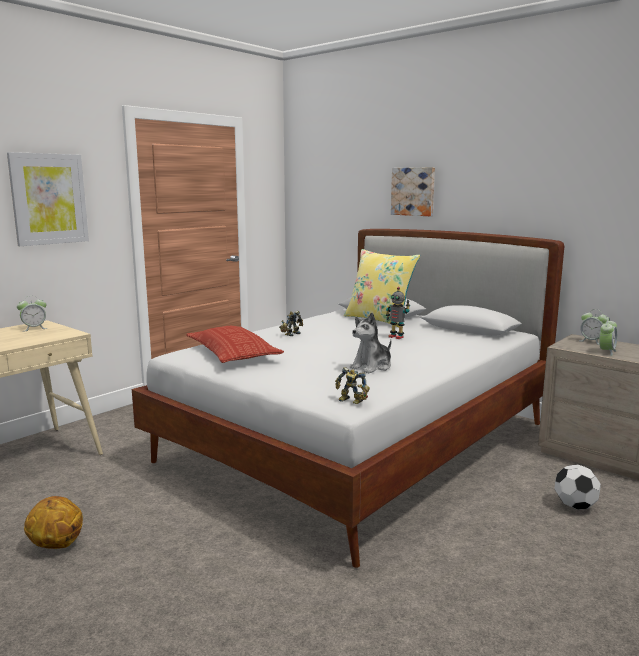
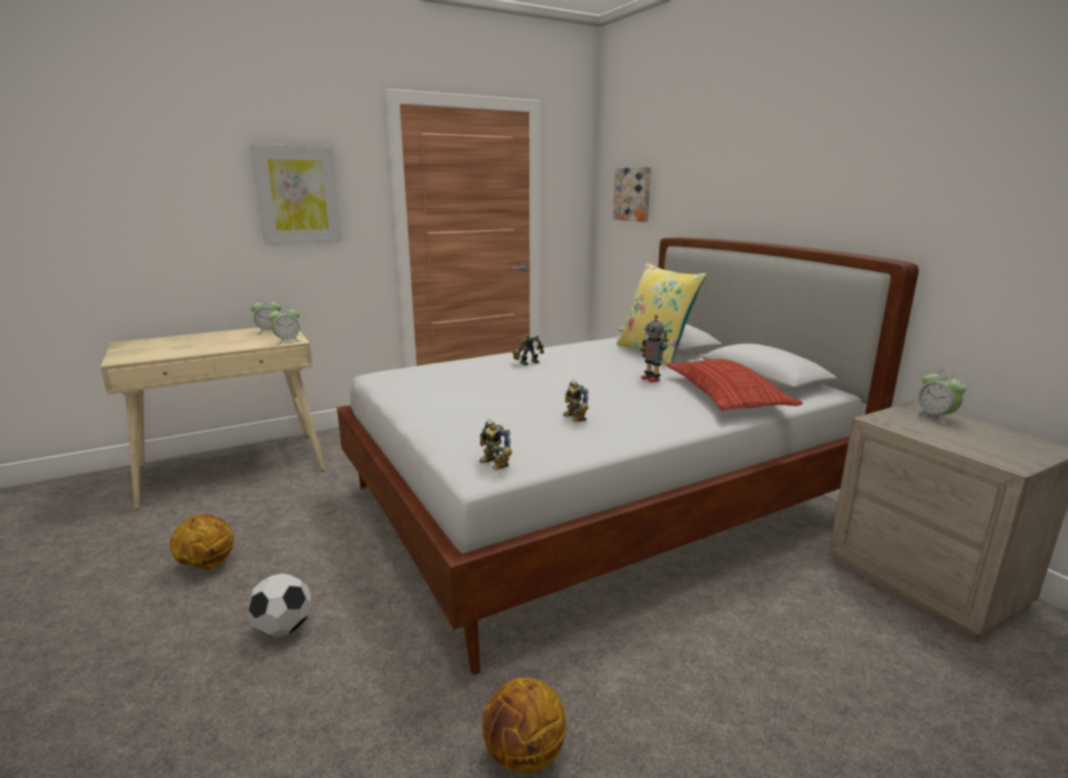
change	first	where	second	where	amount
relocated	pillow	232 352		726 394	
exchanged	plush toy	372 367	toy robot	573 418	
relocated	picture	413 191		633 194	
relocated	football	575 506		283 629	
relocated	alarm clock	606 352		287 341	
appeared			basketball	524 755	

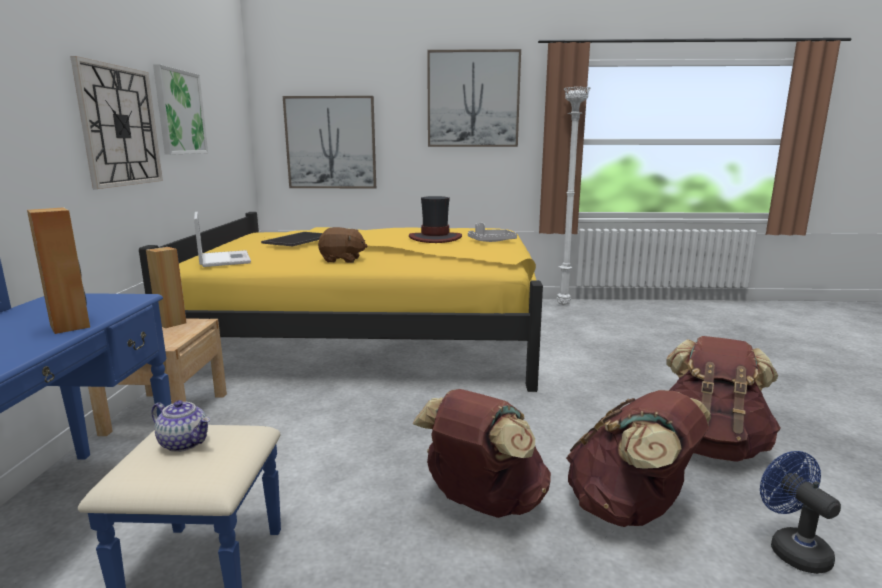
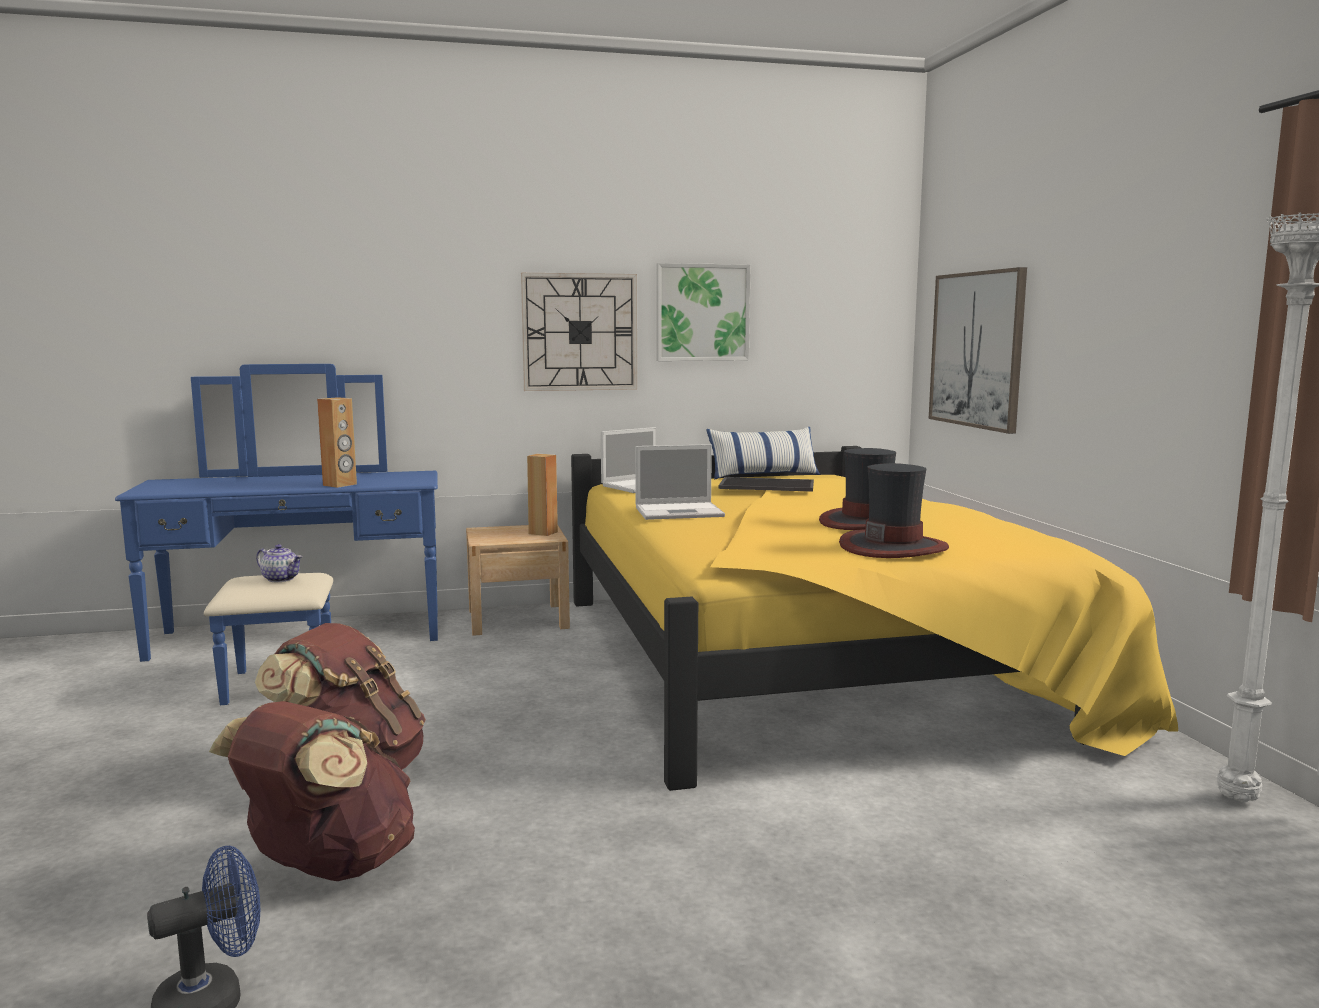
change	first	where	second	where	amount
spun	teapot	185 443		281 579	75 degrees counterclockwise
exchanged	plush toy (brown)	342 260	laptop	680 512	
missing	picture	473 99			
exchanged	tray (grey)	491 241	hat	893 547	
missing	backpack (brown)	710 446			
appeared			pillow	763 475	

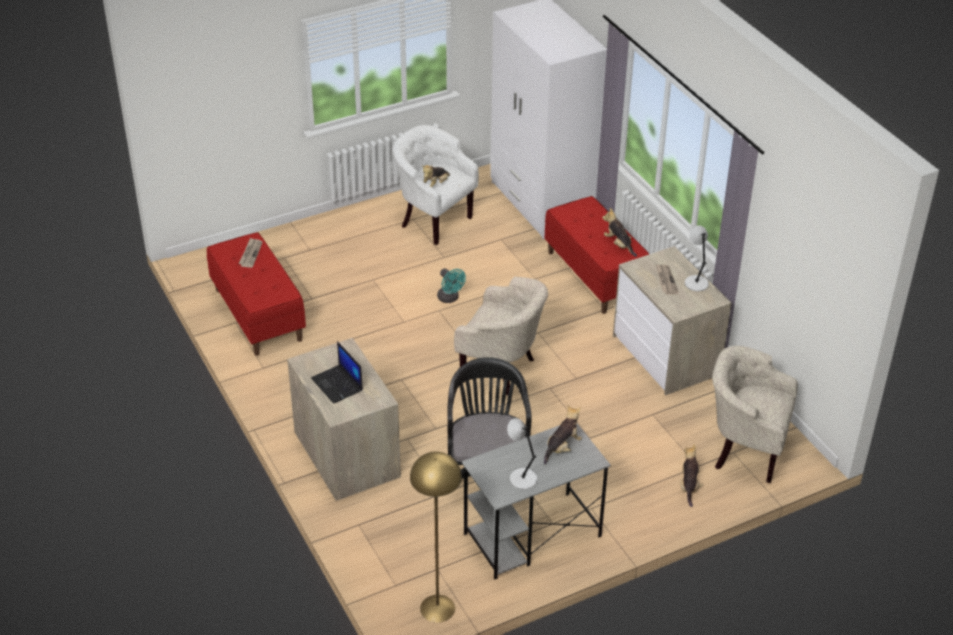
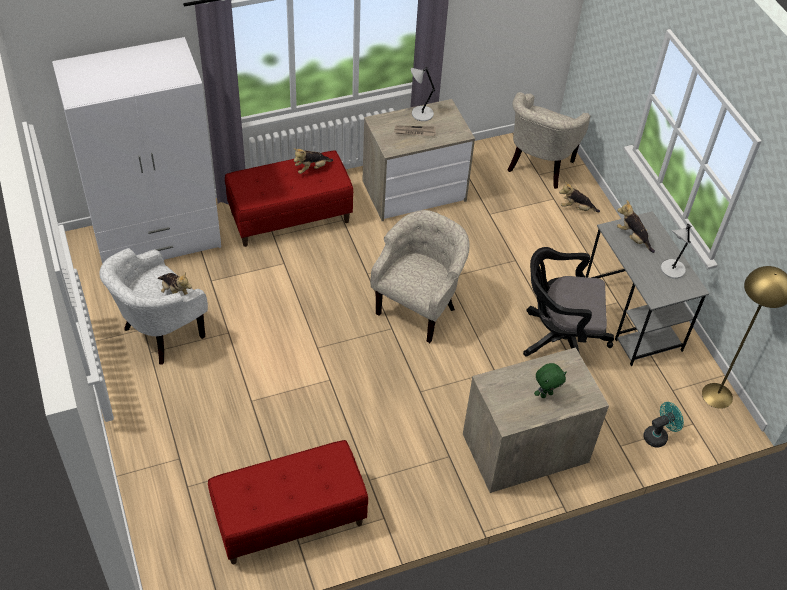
change	first	where	second	where	amount
missing	newspaper	250 254			
exchanged	laptop	338 384	plush toy (green)	546 394	
relocated	fan (turquoise)	450 298		658 435	

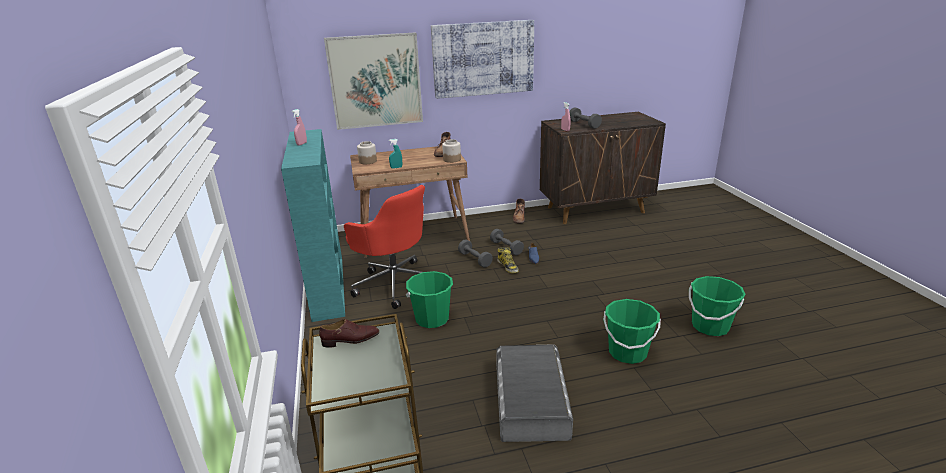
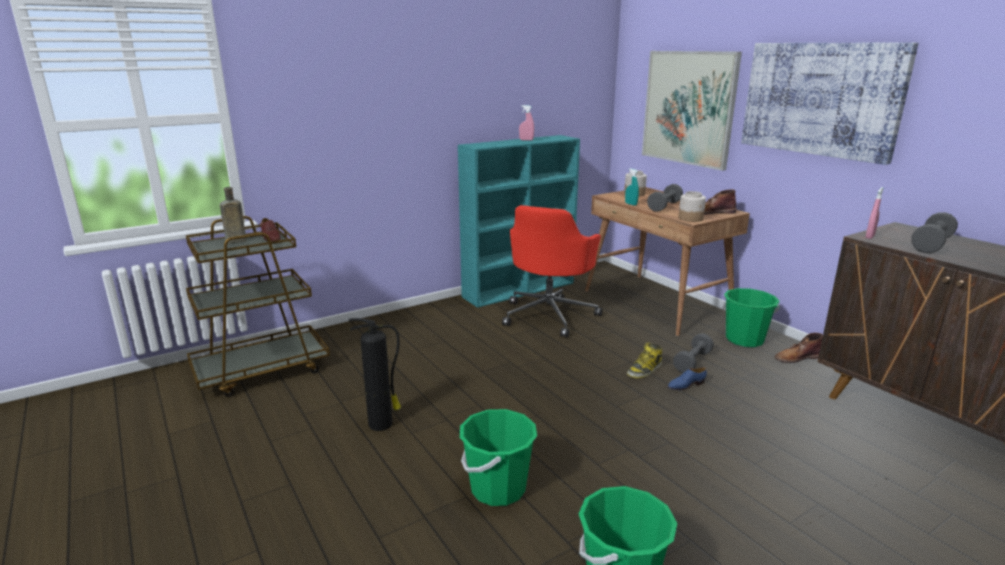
change	first	where	second	where	amount
relocated	bucket (green)	432 319		744 339	
relocated	dumbbell (grey)	475 259		664 206	
exchanged	storage box (grey)	531 400	fire extinguisher	382 424	
appeared			bottle (brown)	234 241	

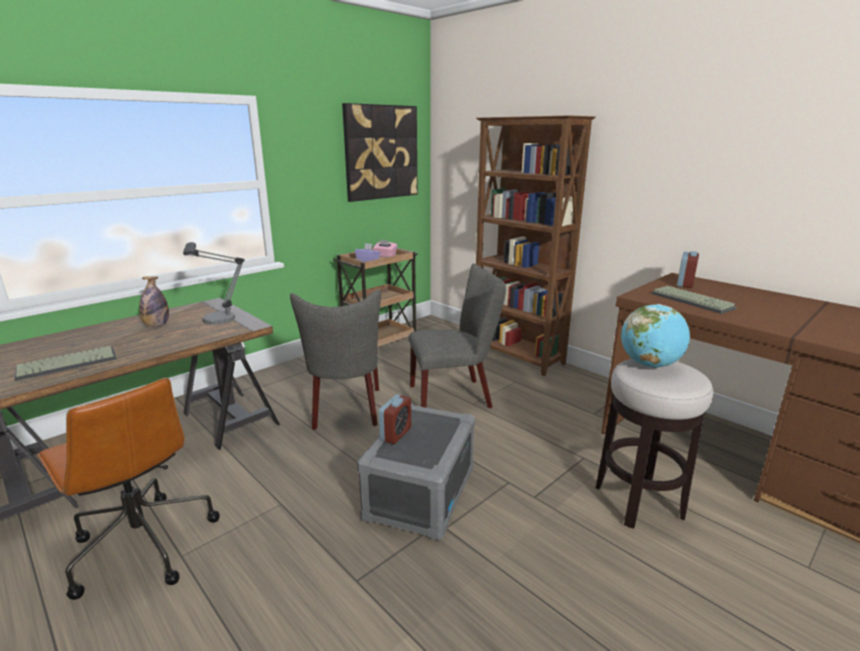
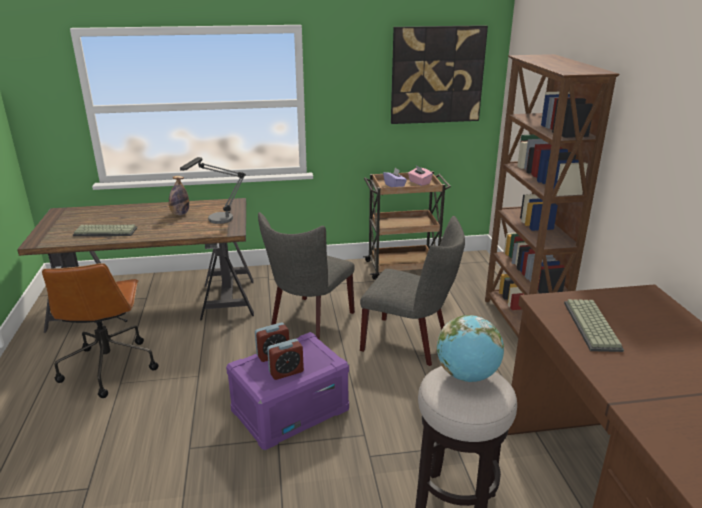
change	first	where	second	where	amount
colour	storage box (grey)	420 492	storage box (purple)	290 410	
relocated	alarm clock	685 284		286 372	

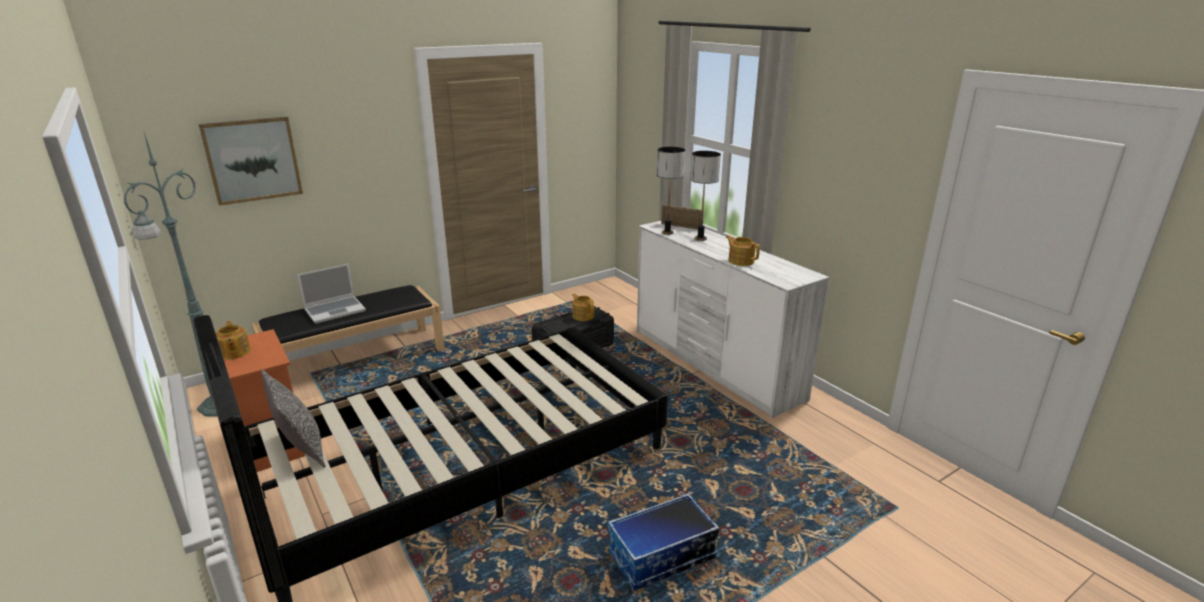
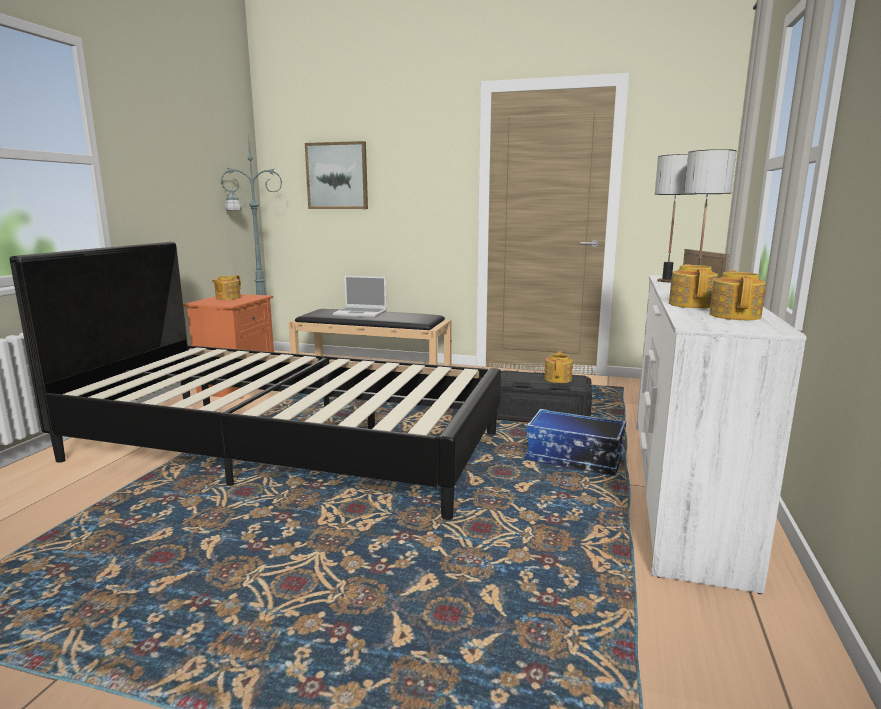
change	first	where	second	where	amount
missing	pillow	301 449			
relocated	storage box	661 557		573 459	
appeared			teapot	735 315	

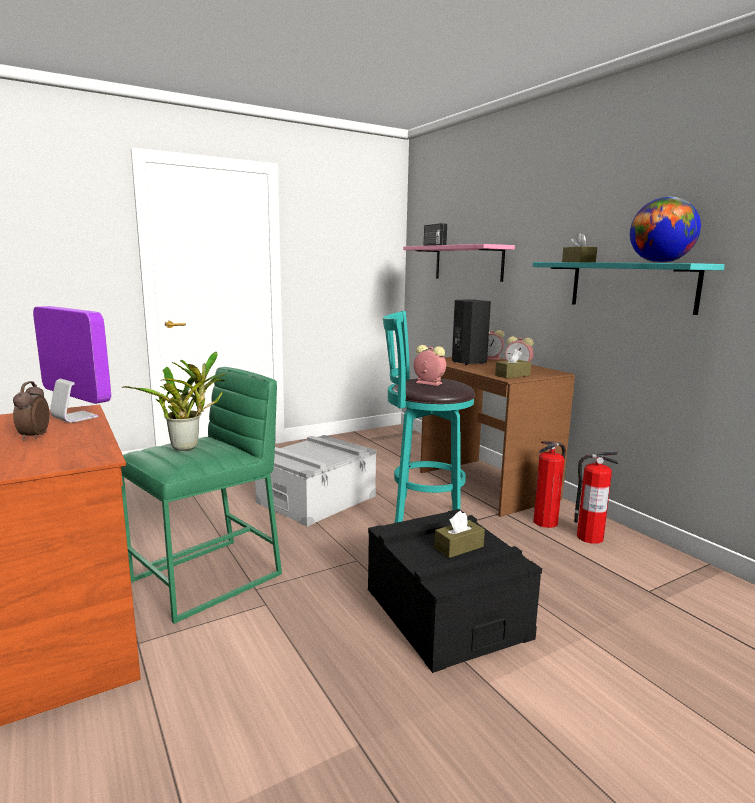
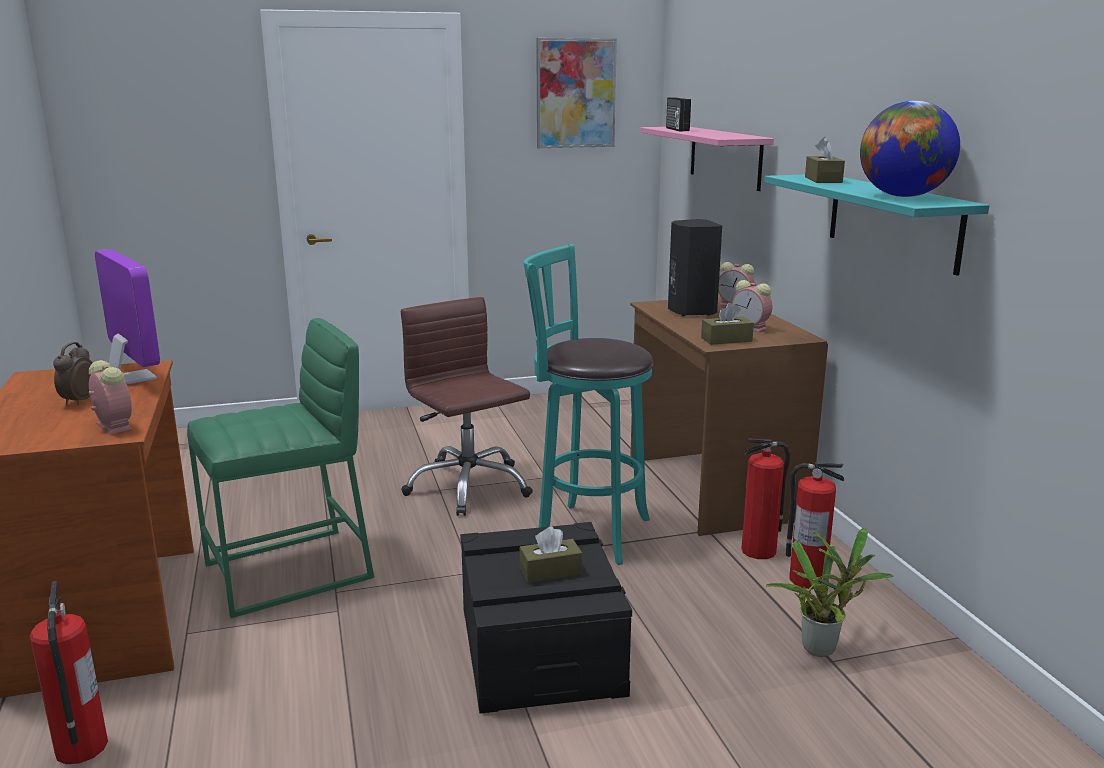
change	first	where	second	where	amount
relocated	potted plant	189 446		822 648	
exchanged	storage box (grey)	316 499	office chair (brown)	468 486	
relocated	alarm clock	427 383		113 426	
appeared			fire extinguisher	81 748	
appeared			picture	575 93	

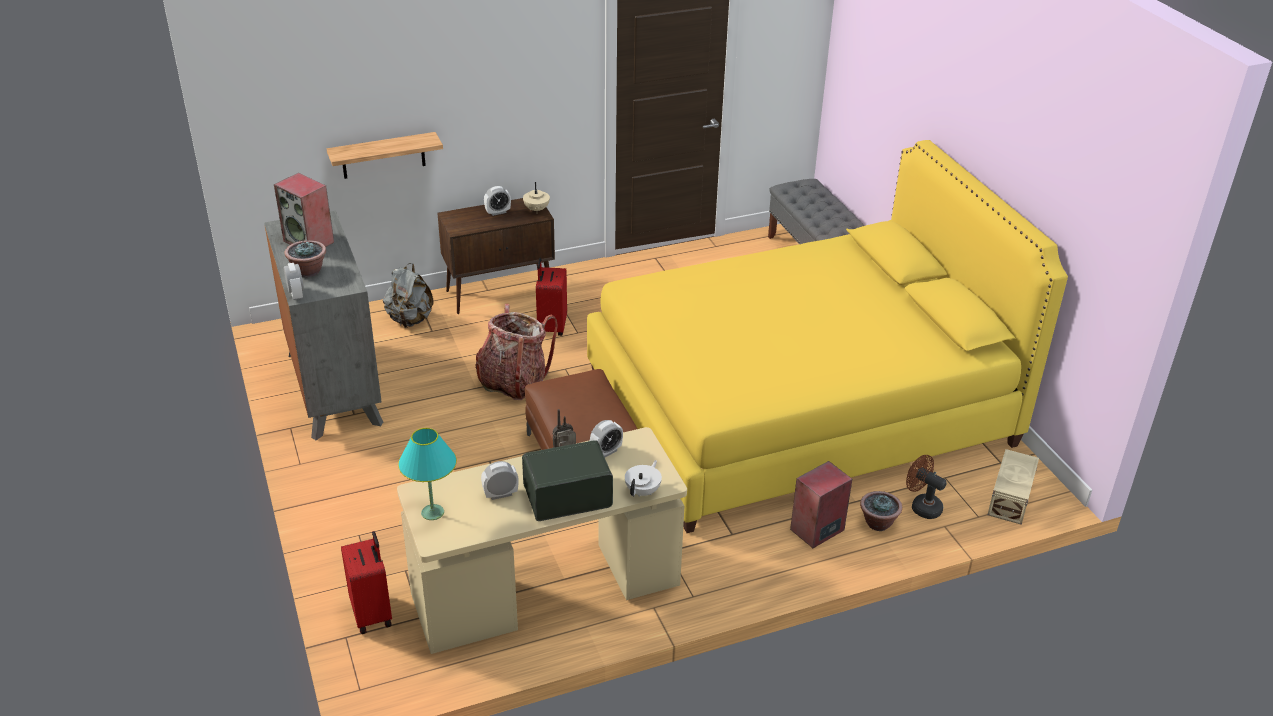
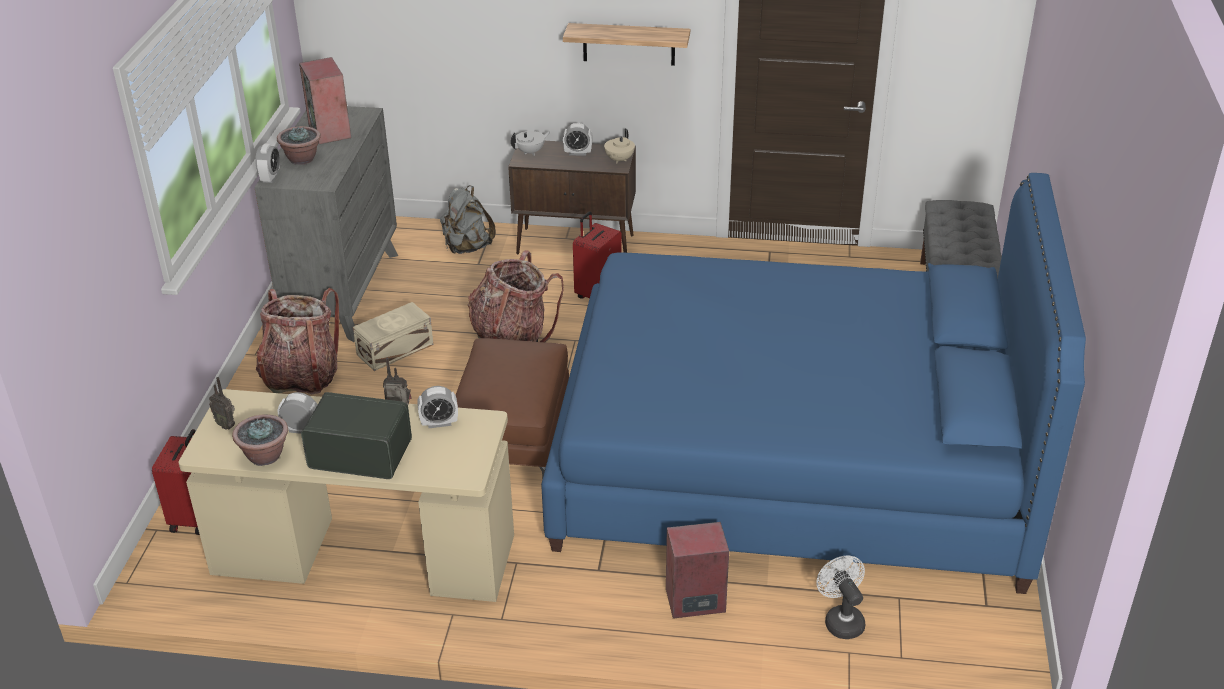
change	first	where	second	where	amount
relocated	shelf	383 155		629 44	
exchanged	table lamp (turquoise)	433 512	radio	226 425	
colour	bed (yellow)	798 408	bed (blue)	790 460	
relocated	teapot (white)	643 491		531 152	
relocated	potted plant	877 523		265 456	
colour	fan (brown)	922 506	fan (white)	841 620	
relocated	storage box (beige)	1009 499		393 349	
appeared			backpack	301 376	

